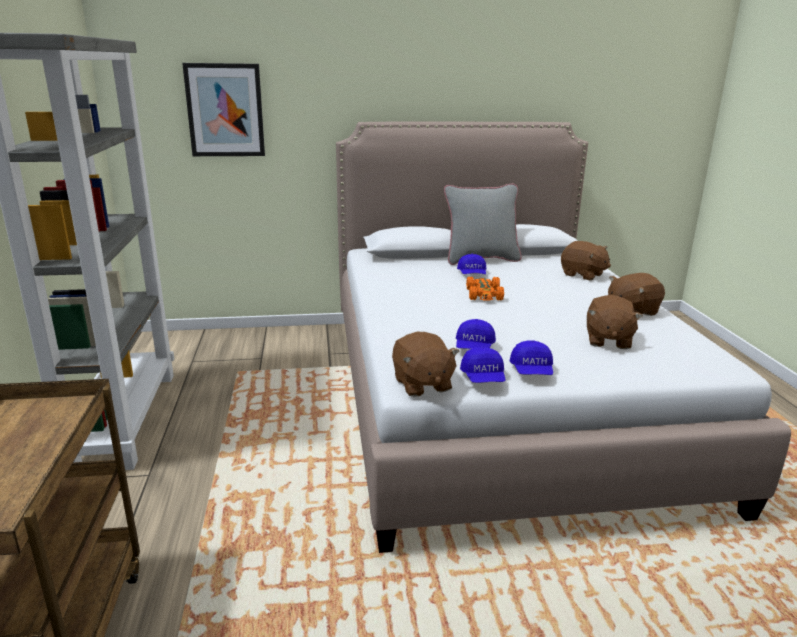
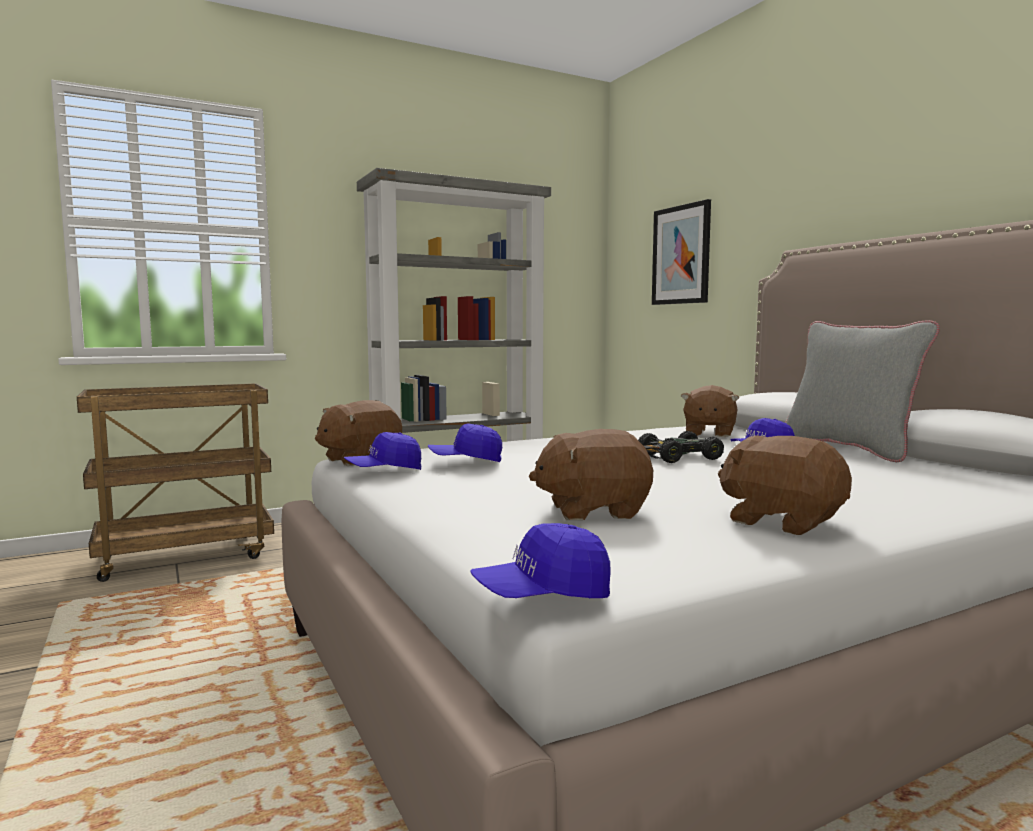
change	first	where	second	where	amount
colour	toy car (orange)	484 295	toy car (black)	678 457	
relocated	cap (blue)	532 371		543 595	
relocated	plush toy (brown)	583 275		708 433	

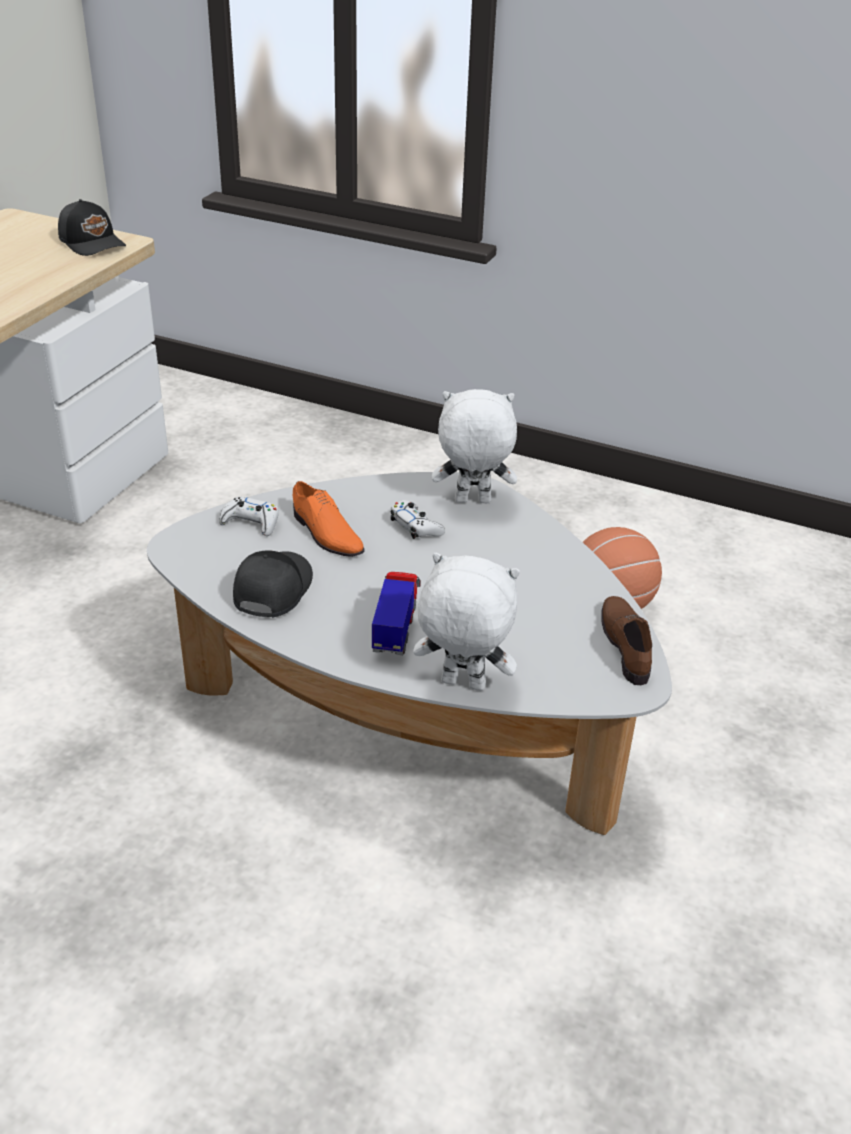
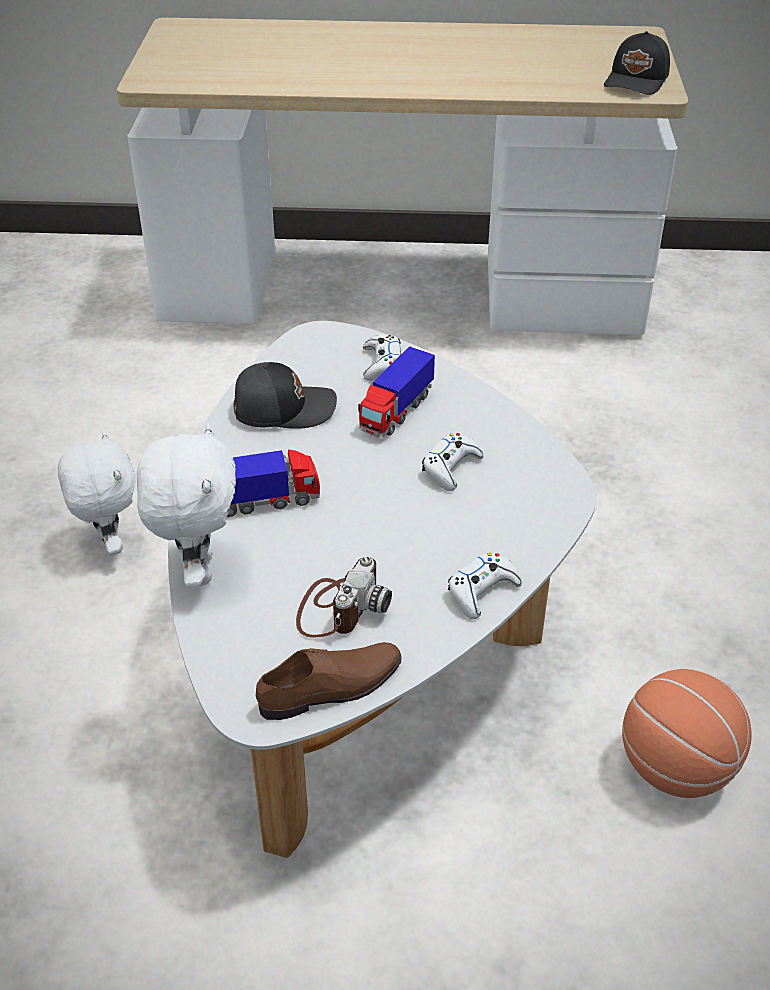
change	first	where	second	where	amount
exchanged	shoe (orange)	325 533	toy truck	396 412	
relocated	plush toy (white)	472 502		109 544	
appeared			photo camera	339 607	
appeared			game controller (white)	482 591	

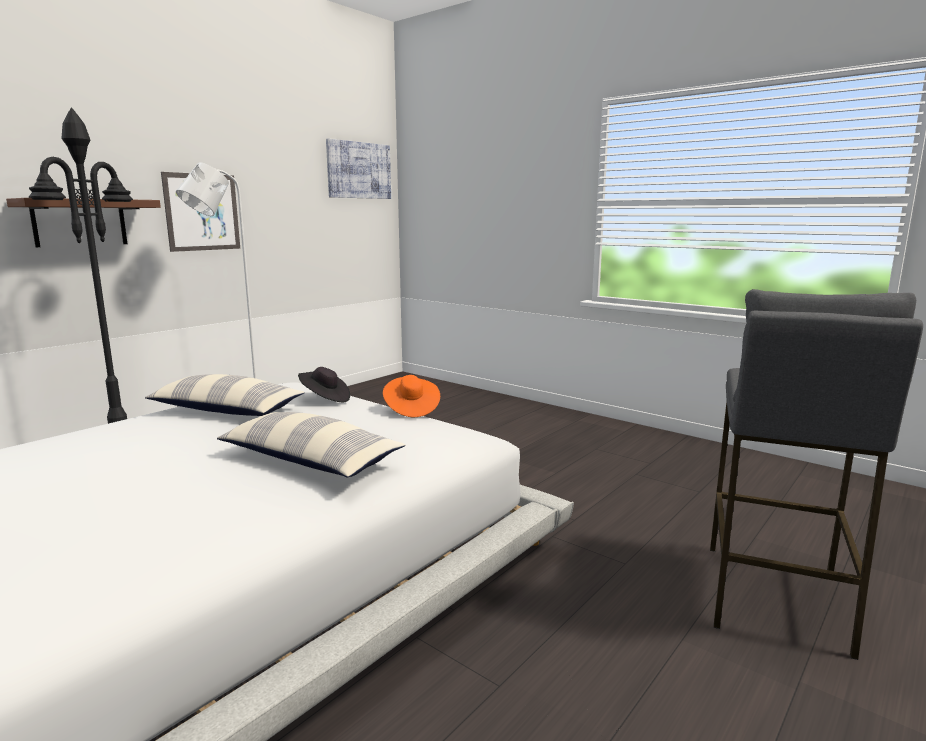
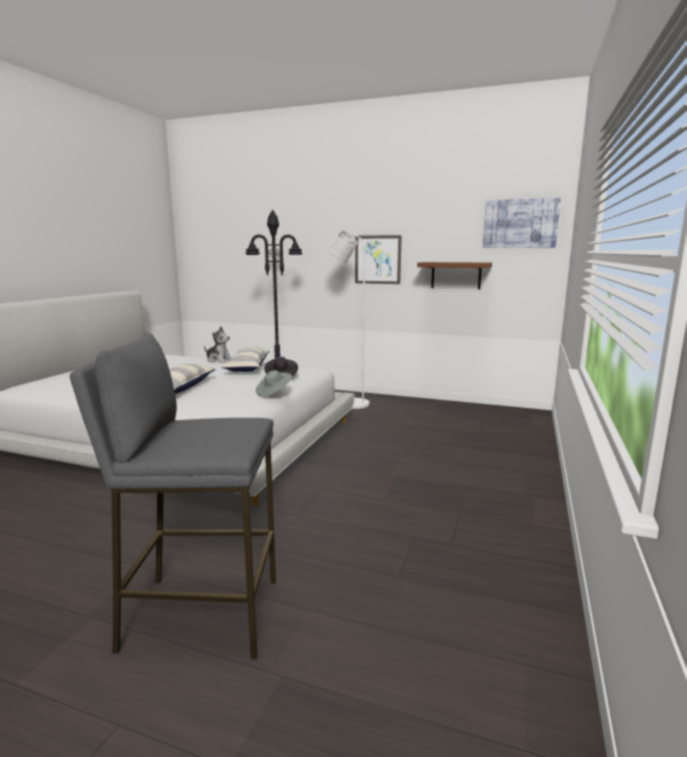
change	first	where	second	where	amount
relocated	shelf (brown)	80 222		456 275	
colour	hat (orange)	411 409	hat (grey)	274 392	
appeared			plush toy	219 360	

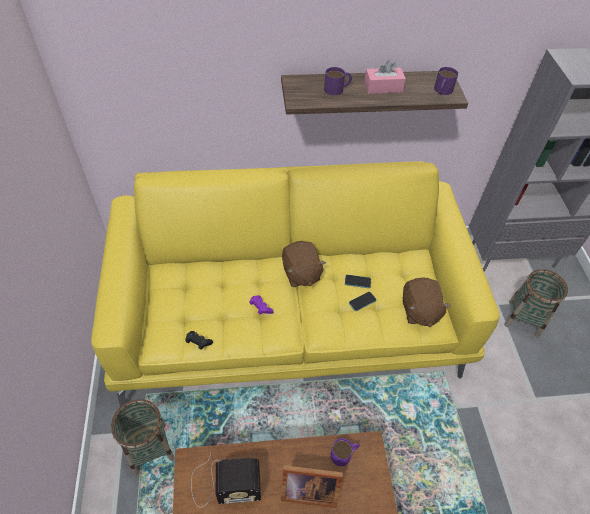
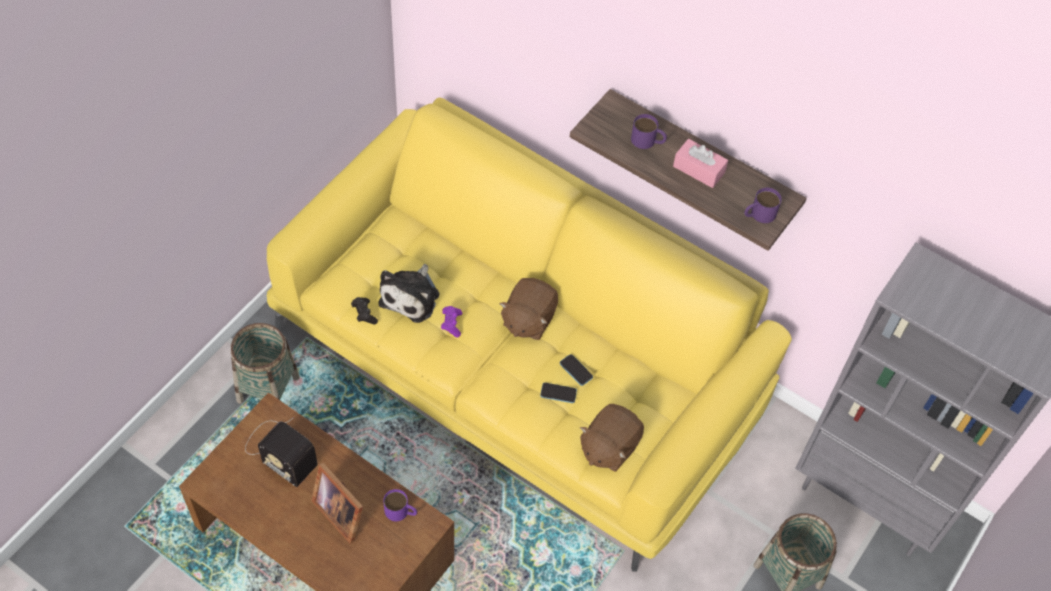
change	first	where	second	where	amount
appeared			plush toy	412 296	

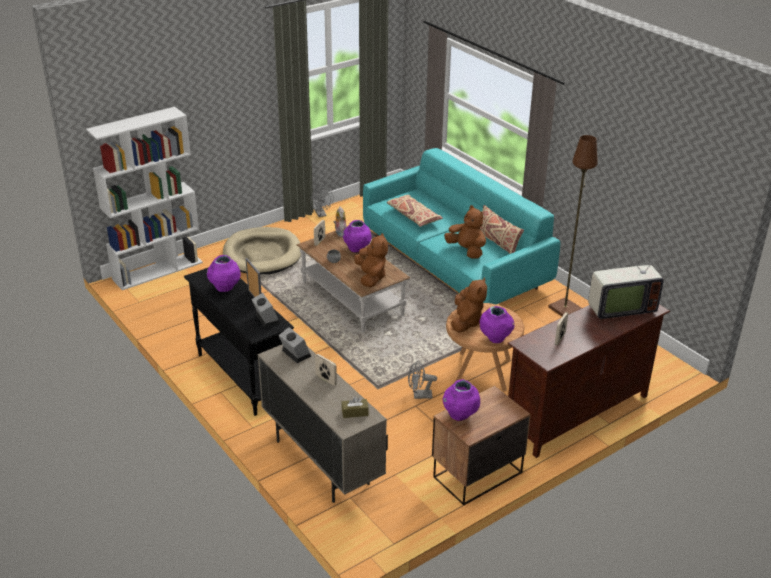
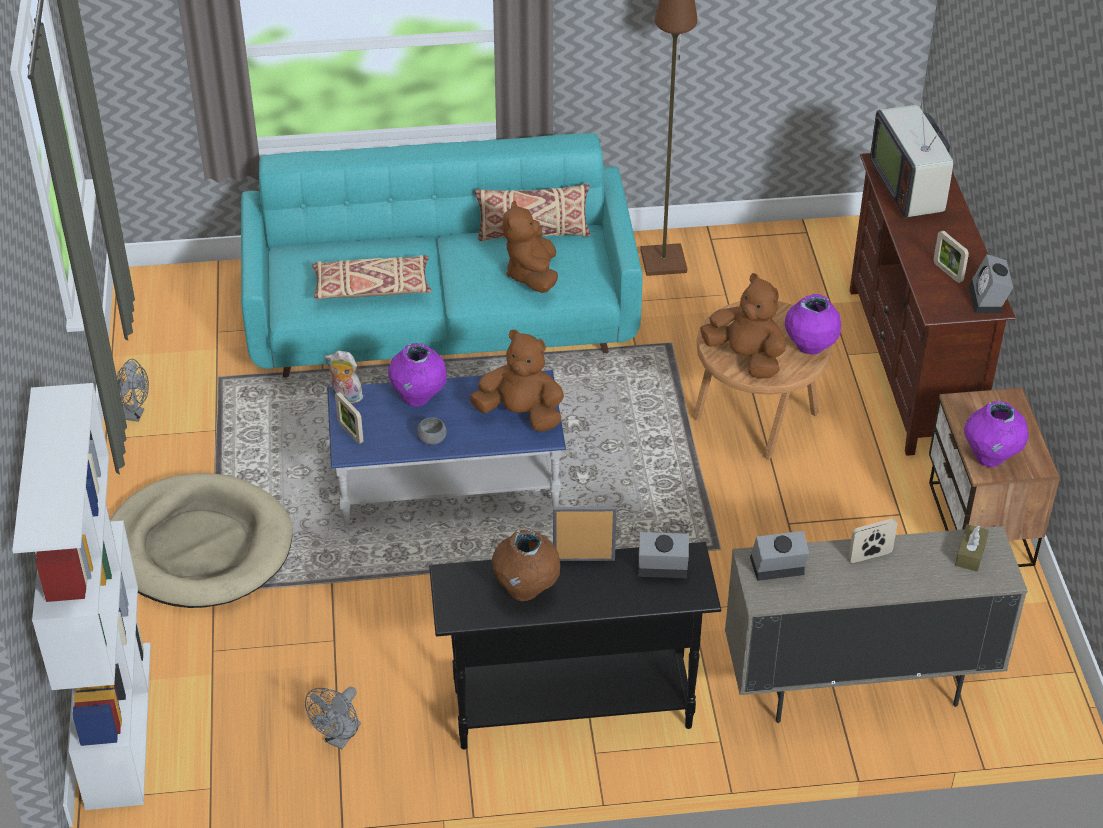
change	first	where	second	where	amount
colour	vase (purple)	225 288	vase (brown)	526 589	
colour	coffee table (brown)	352 299	coffee table (blue)	448 482	
relocated	fan (grey)	419 395		339 738	
spun	plush toy (brown)	466 250		532 275	75 degrees counterclockwise
spun	television	619 309		910 187	150 degrees clockwise
appeared			alarm clock	988 300	

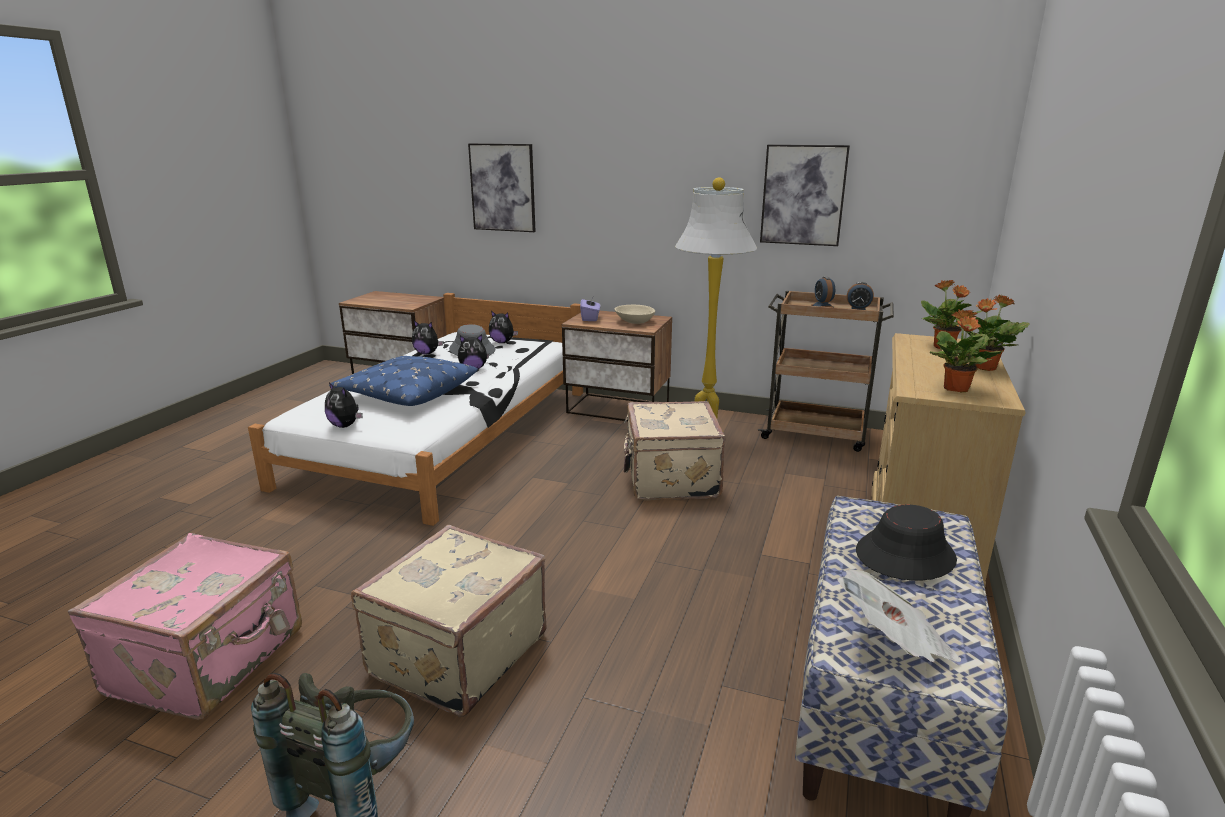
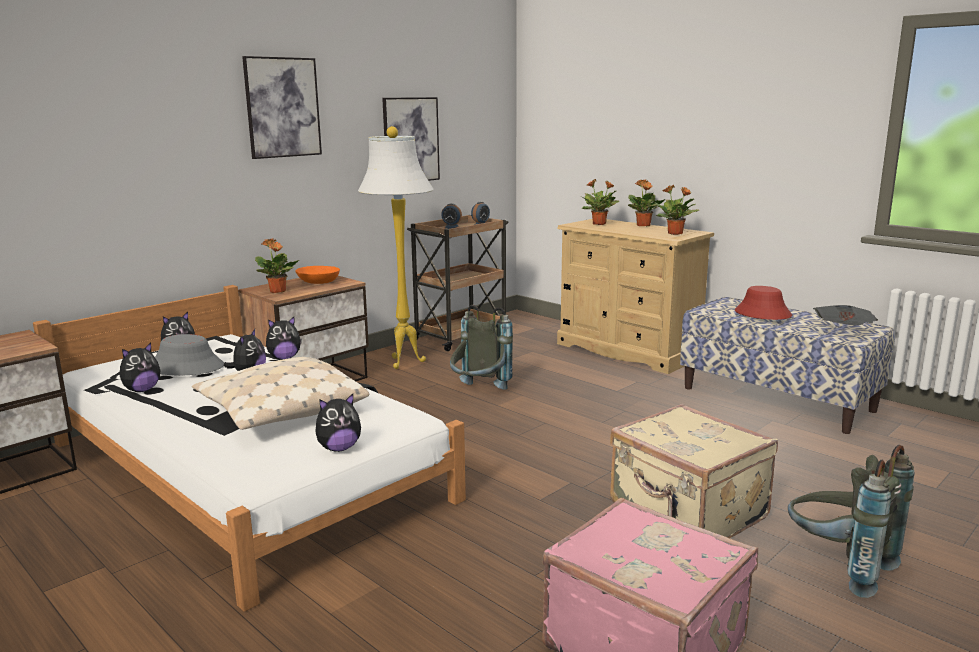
change	first	where	second	where	amount
colour	pillow (blue)	406 394	pillow (beige)	280 411	
relocated	picture	503 187		282 107	
exchanged	tissue box (purple)	590 318	potted plant	278 291	
colour	bowl (beige)	634 321	bowl (orange)	318 282	
exchanged	suitcase (beige)	669 479	backpack (grey)	479 392	
colour	hat (black)	905 555	hat (red)	762 314	
appeared			plush toy	284 358	

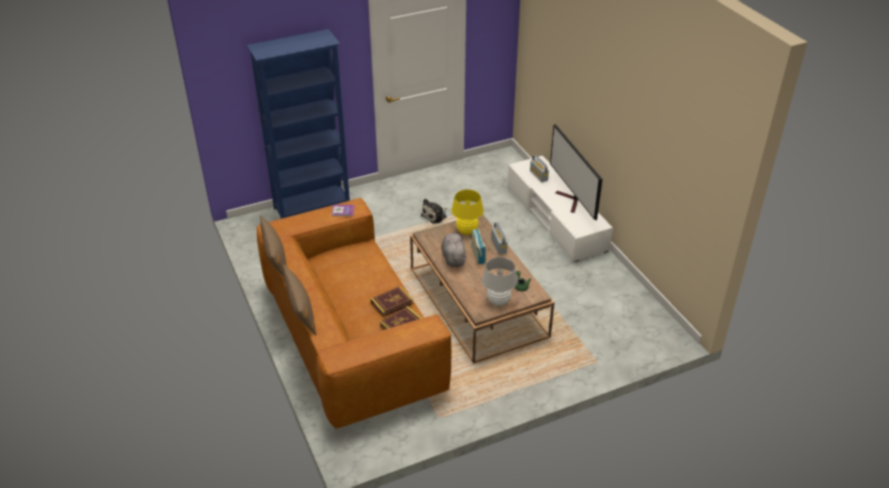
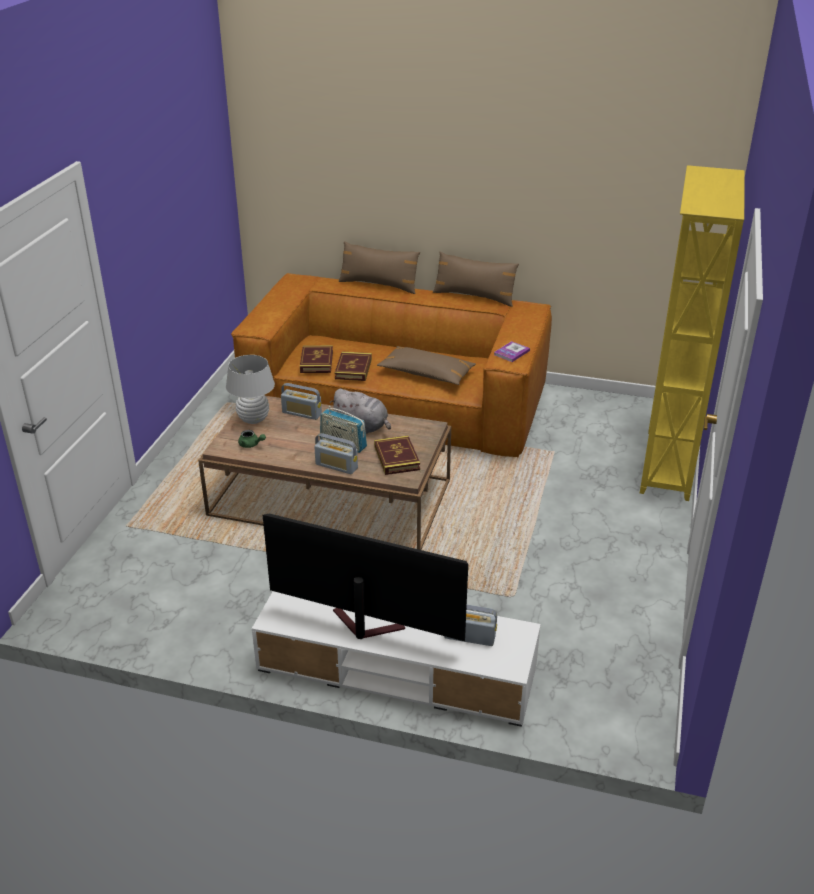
change	first	where	second	where	amount
colour	bookcase (blue)	313 207	bookcase (yellow)	666 465	
missing	plush toy	435 216			
exchanged	table lamp (yellow)	466 231	book	396 458	
appeared			radio	302 413	
appeared			pillow (brown)	426 373	

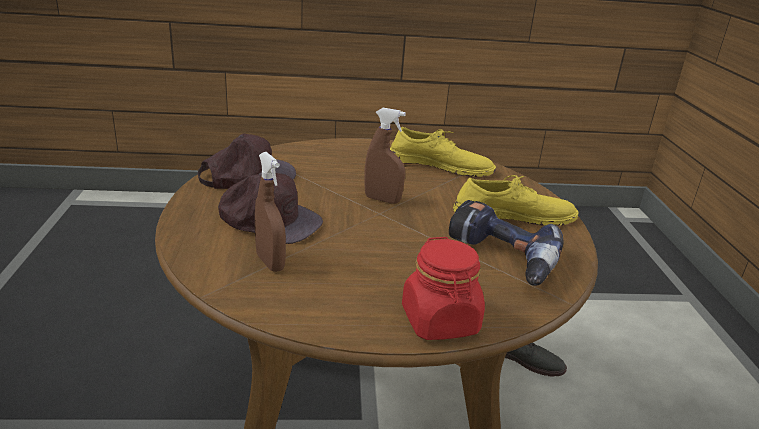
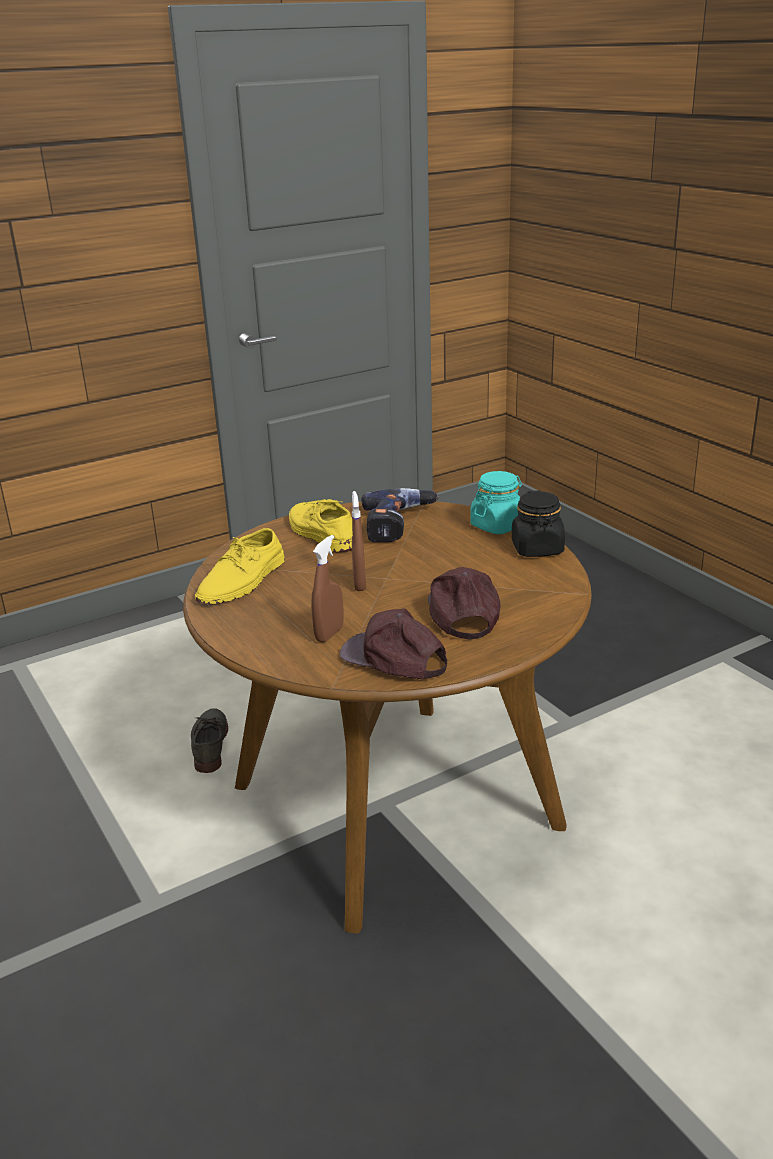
change	first	where	second	where	amount
relocated	spray bottle (brown)	270 262		329 634	
spun	shoe (yellow)	440 165		243 581	135 degrees counterclockwise
colour	jar (red)	440 321	jar (turquoise)	497 526	
appeared			jar (black)	537 549	

